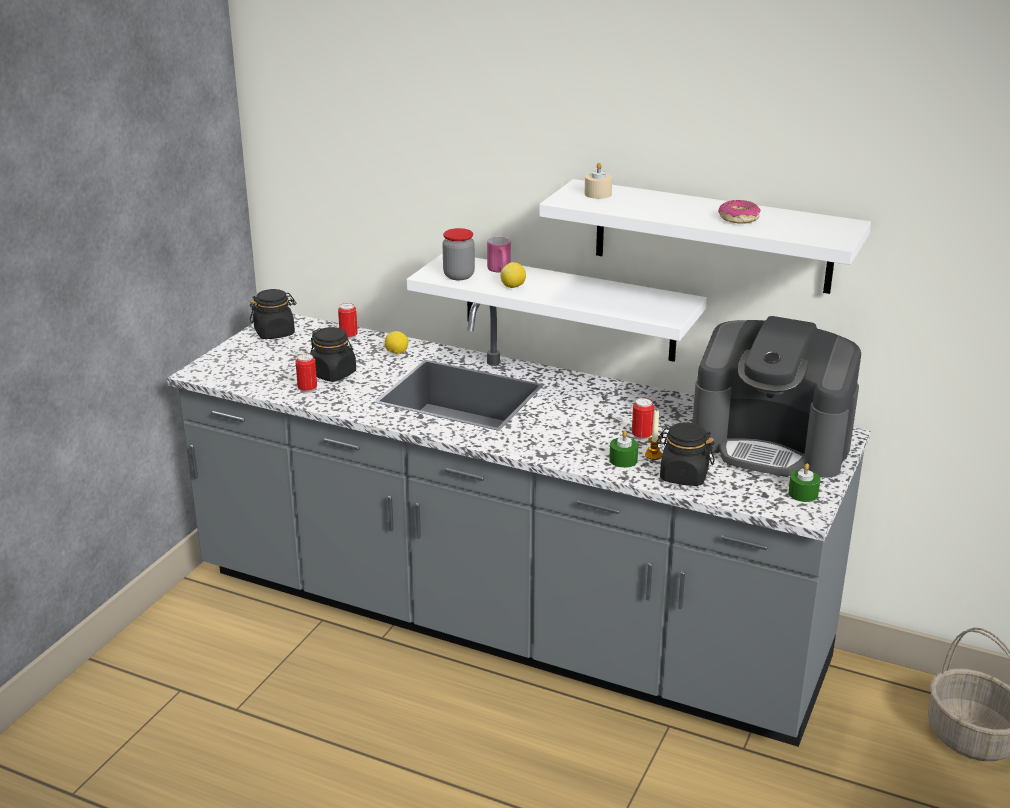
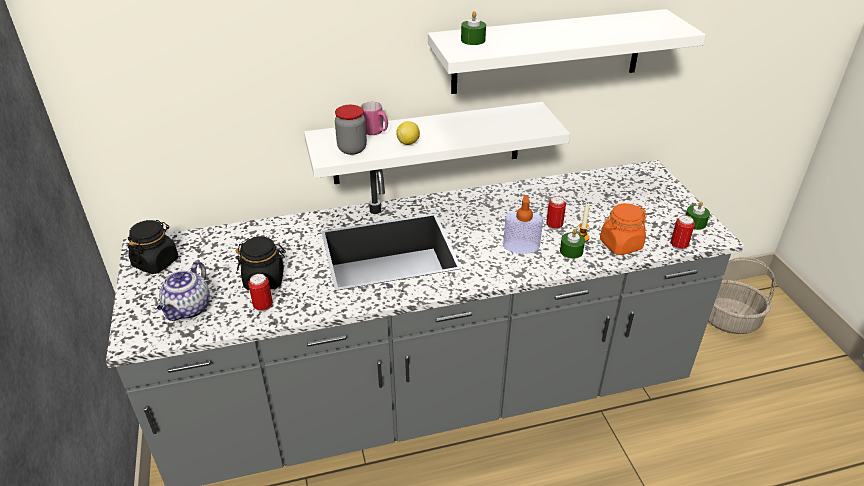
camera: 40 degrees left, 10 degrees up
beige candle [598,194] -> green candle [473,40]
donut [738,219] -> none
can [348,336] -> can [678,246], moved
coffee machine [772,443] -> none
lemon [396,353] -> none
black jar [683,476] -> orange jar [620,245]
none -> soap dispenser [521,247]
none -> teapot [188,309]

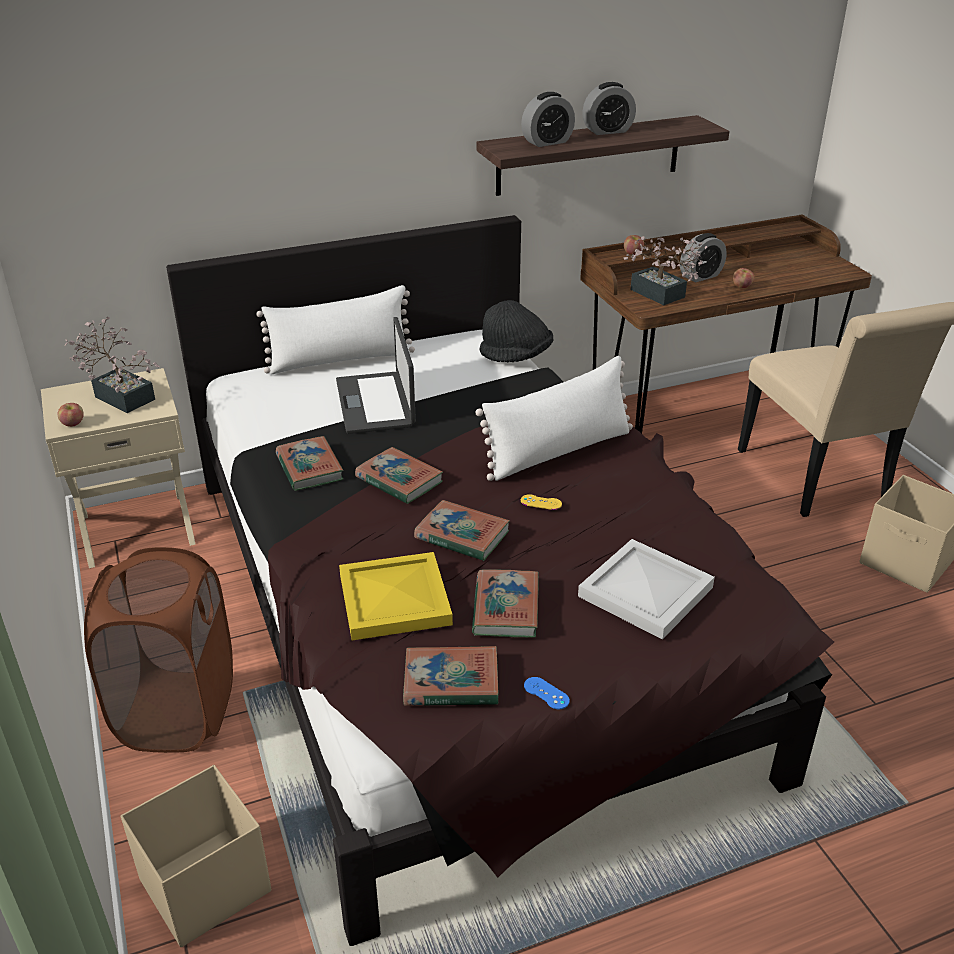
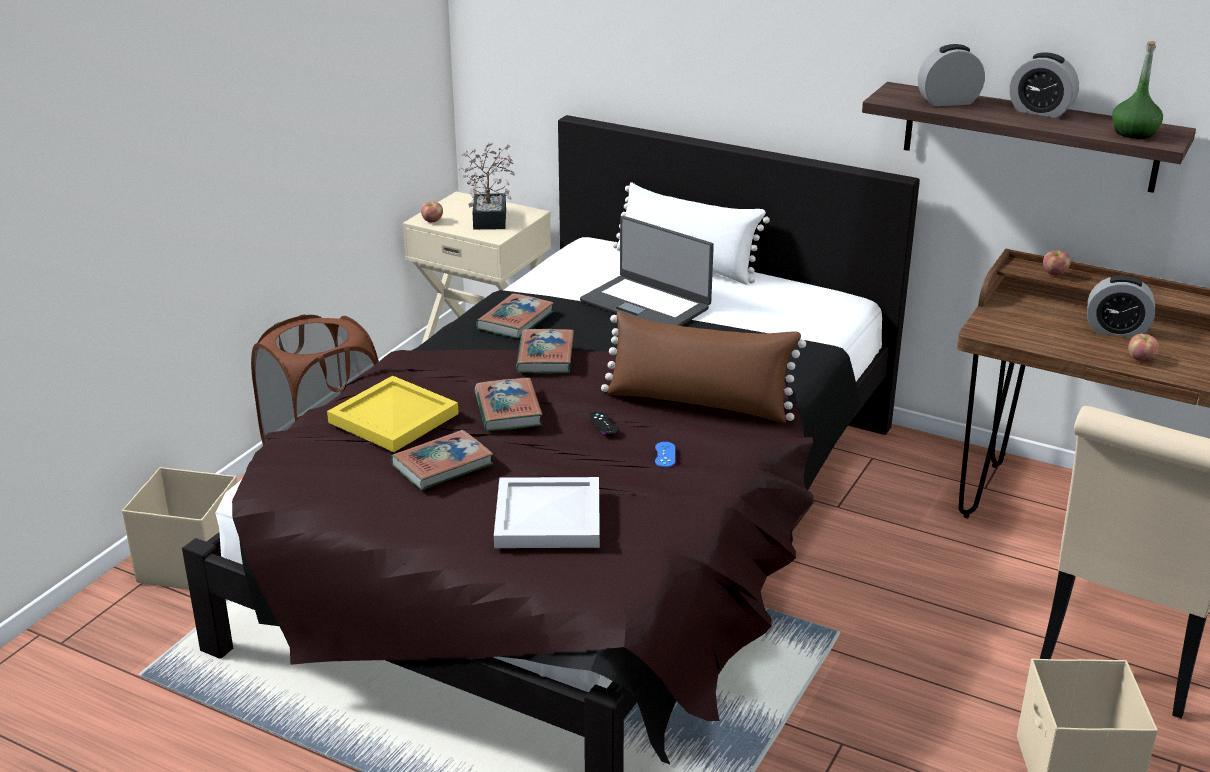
camera: 50 degrees right, 5 degrees down
alarm clock [547,142] -> alarm clock [948,102], 150 degrees clockwise
potted plant [661,296] -> none
black hat [516,356] -> none
laptop [376,403] -> laptop [646,304], 90 degrees counterclockwise
white pillow [558,451] -> brown pillow [698,403]
yellow game controller [541,502] -> black game controller [604,424]
book [451,682] -> none
blue game controller [546,693] -> blue game controller [665,455], moved
none -> green bottle [1134,133]

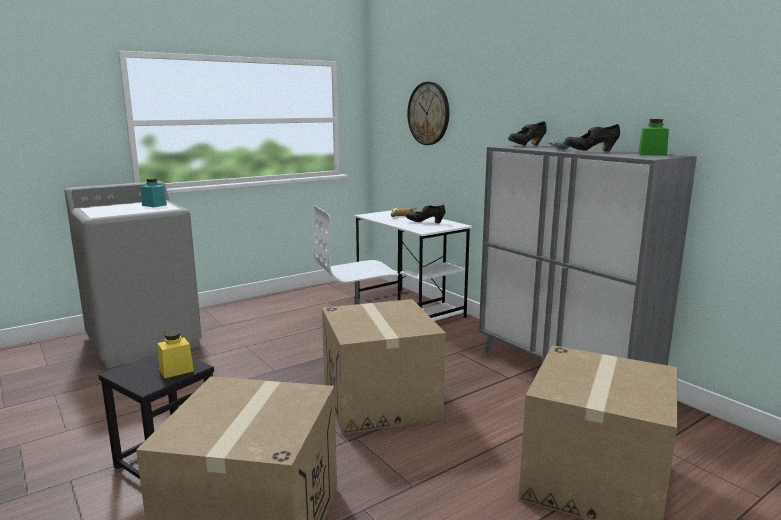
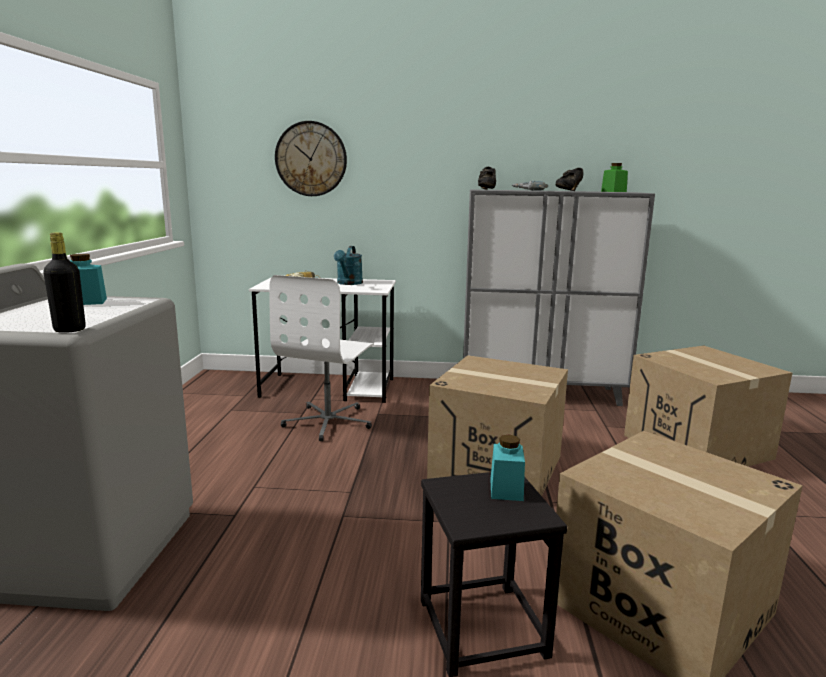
camera: 50 degrees left, 0 degrees up
black shoe [425,222] -> turquoise watering can [348,283]
yellow jar [176,370] -> turquoise jar [506,489]
none -> black bottle [69,330]

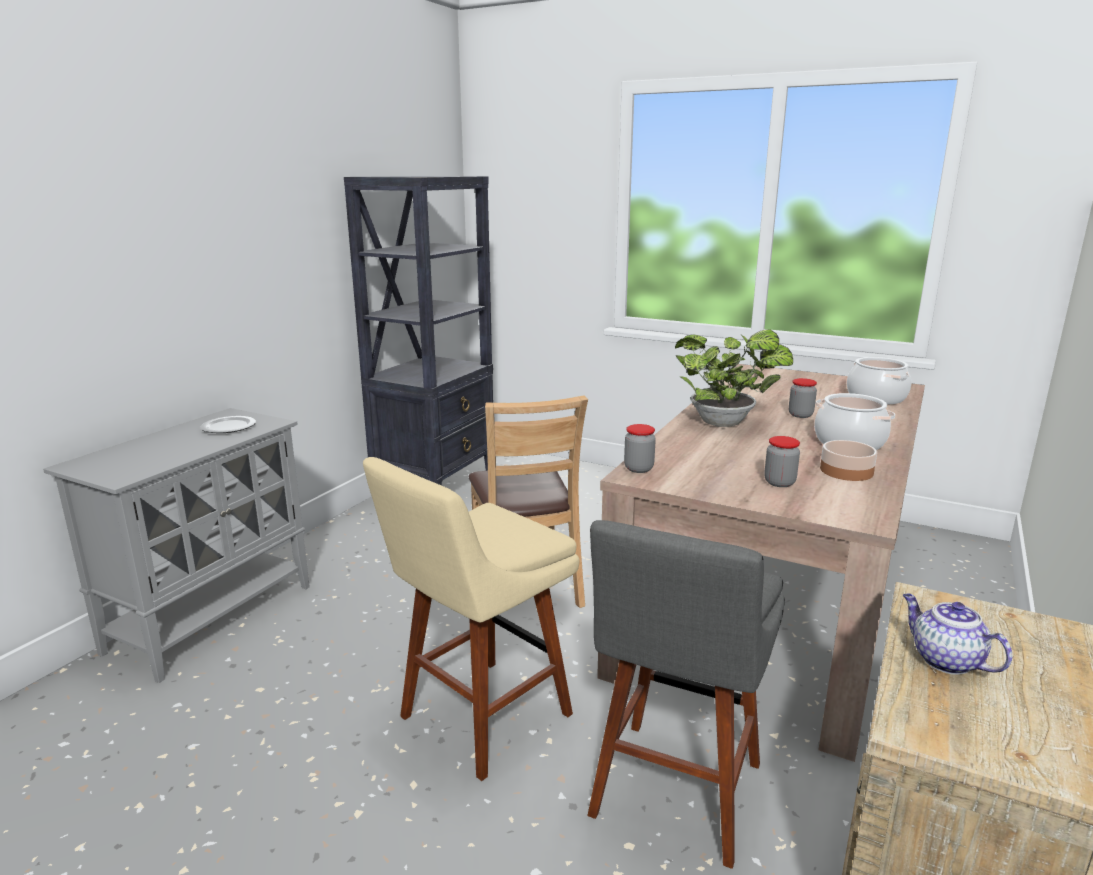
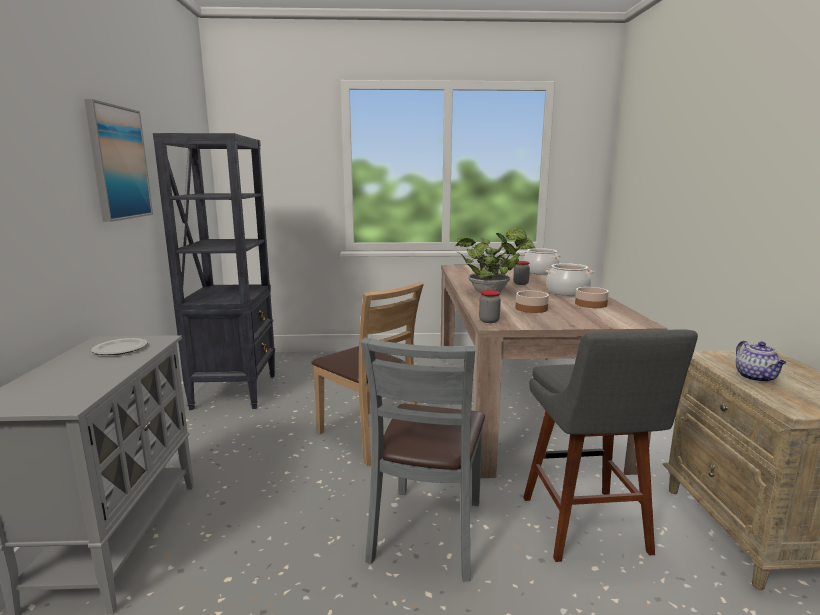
camera: 30 degrees left, 5 degrees down
jar [779,482] -> none
beige stool [479,720] -> grey chair [428,532]
teapot [944,660] -> teapot [757,377], 120 degrees counterclockwise
none -> picture [118,163]
none -> bowl [531,309]

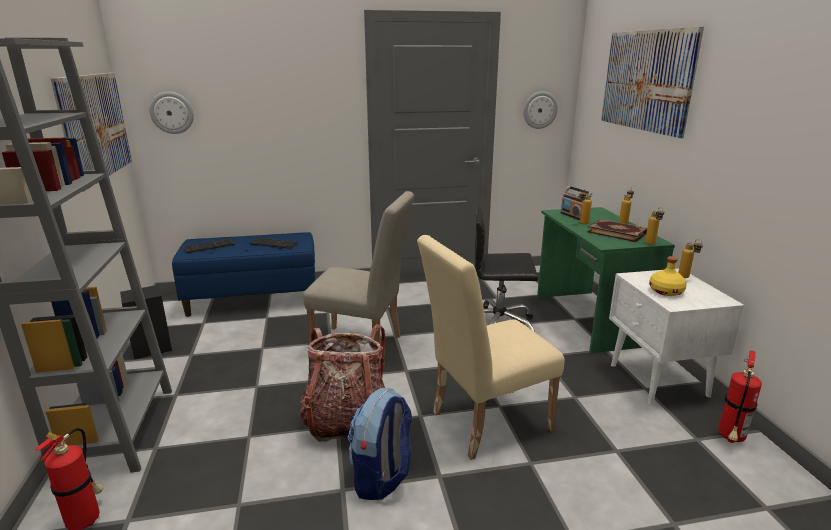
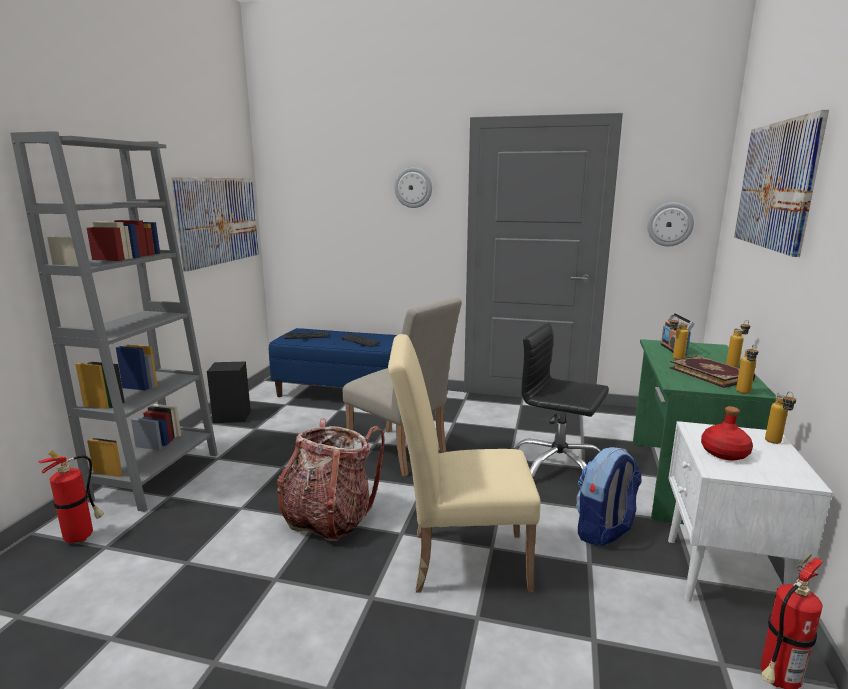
camera: 25 degrees right, 5 degrees down
wall clock [172,112] -> wall clock [413,187], moved
yellow bottle [666,291] -> red bottle [725,453]
backpack [382,477] -> backpack [604,531], moved

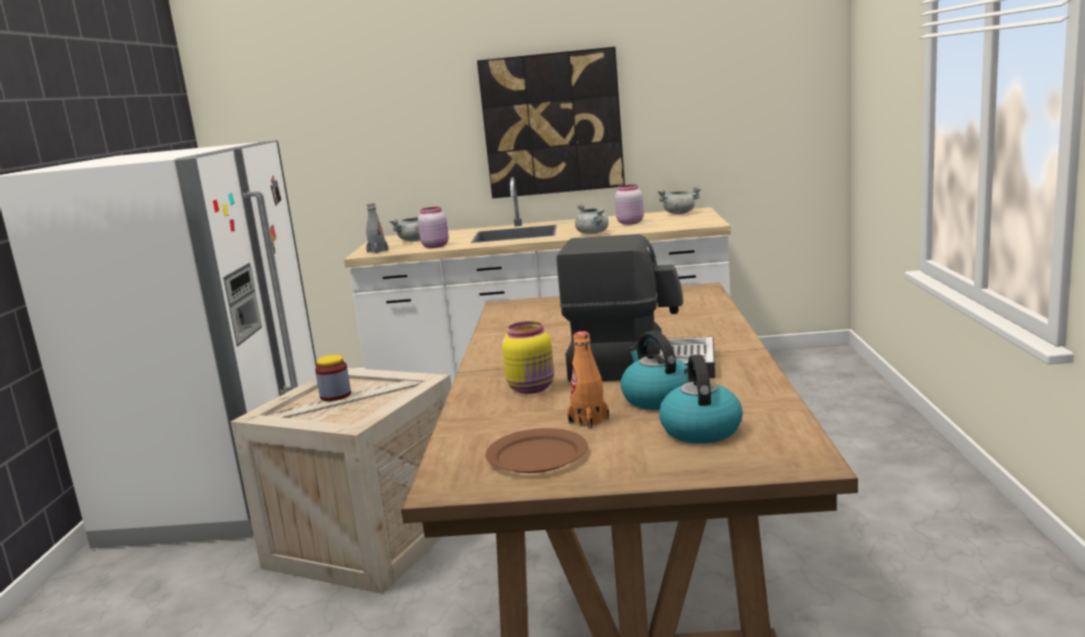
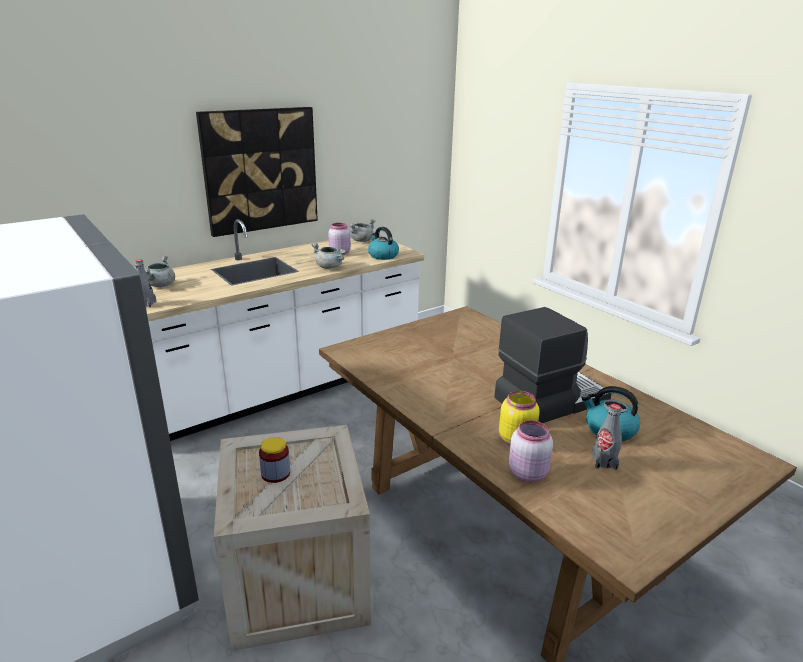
camera: 40 degrees left, 10 degrees up
pink jar [436,246] -> pink jar [527,473], moved
orange bottle [588,420] -> grey bottle [604,462]
kettle [700,430] -> kettle [382,255], moved
brown plate [536,456] -> none

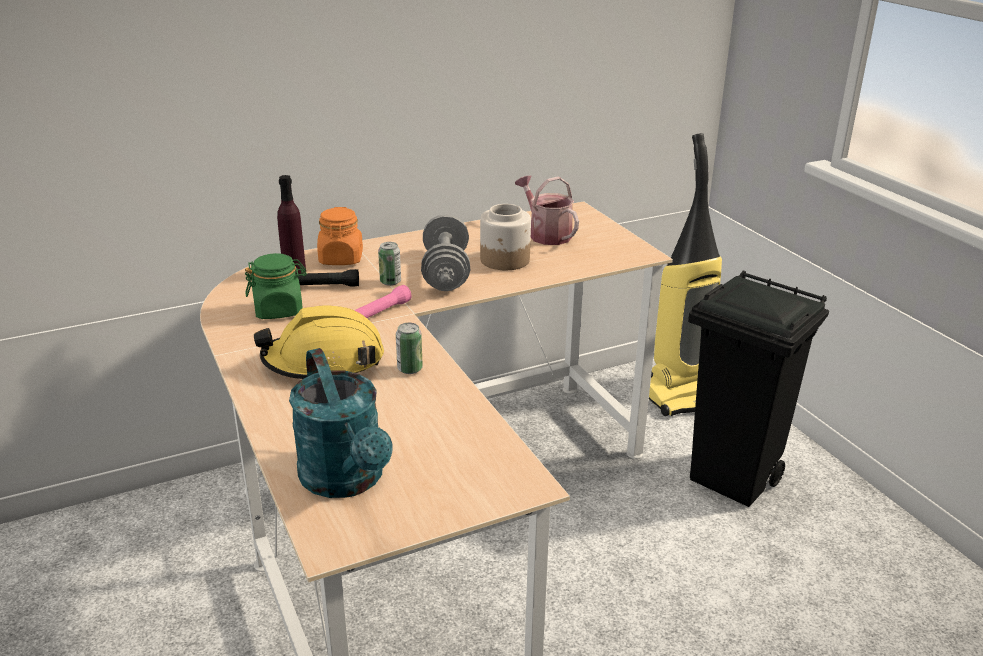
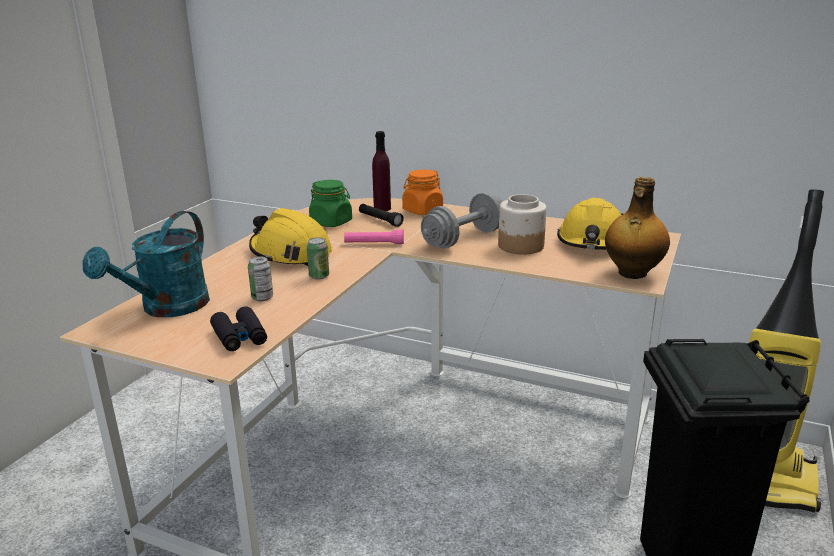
camera: 50 degrees right, 5 degrees down
watering can [546,234] -> yellow hard hat [592,242]
can [390,282] -> can [262,297], moved
none -> bottle [632,273]
none -> black binoculars [240,337]

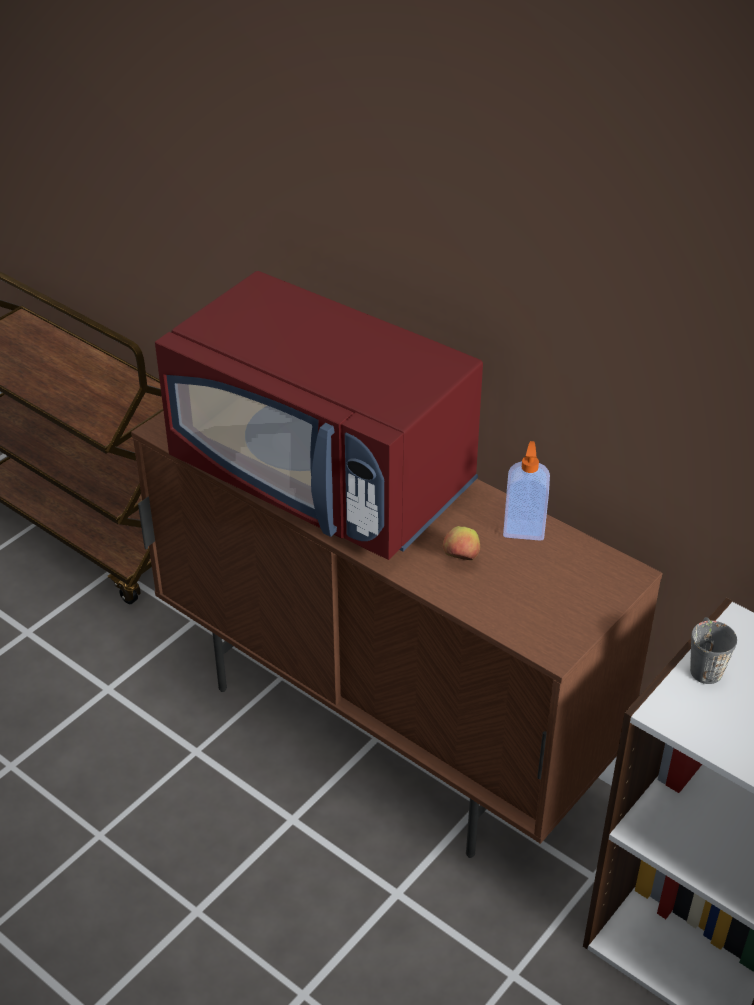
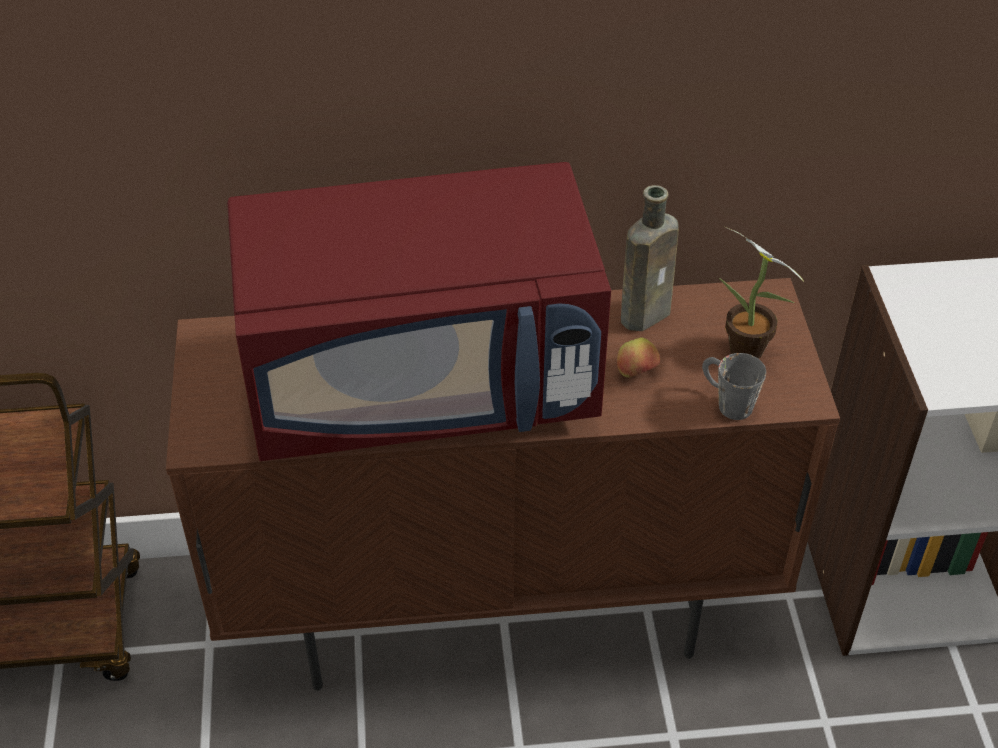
camera: 45 degrees left, 5 degrees up
soap dispenser [524,528] -> brown bottle [648,312]
grey mug [703,664] -> grey mug [726,402], moved
none -> potted plant [750,354]

